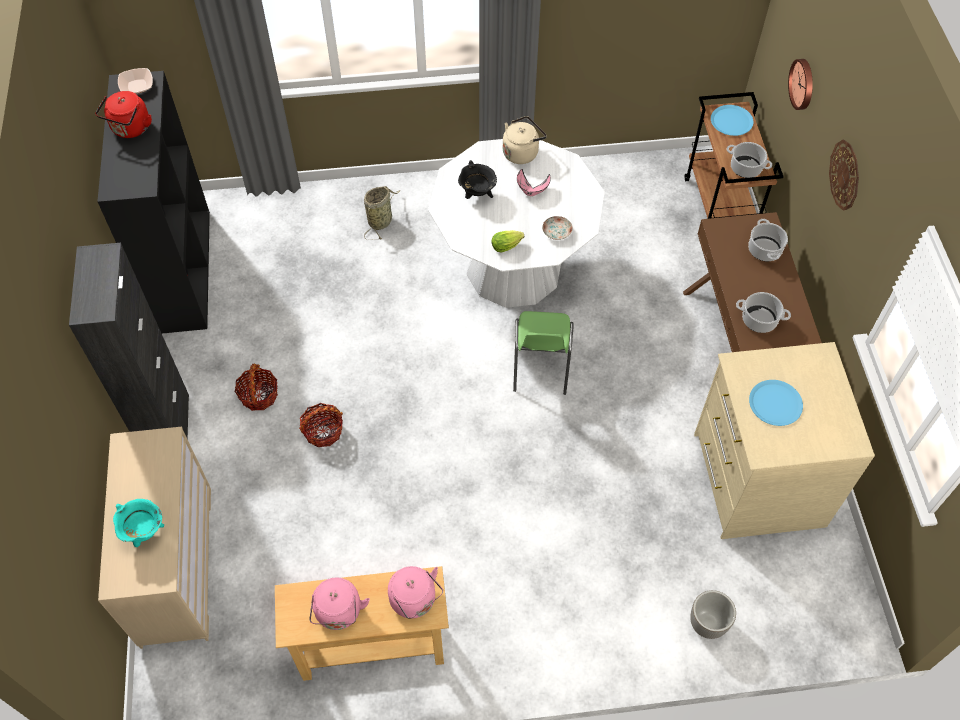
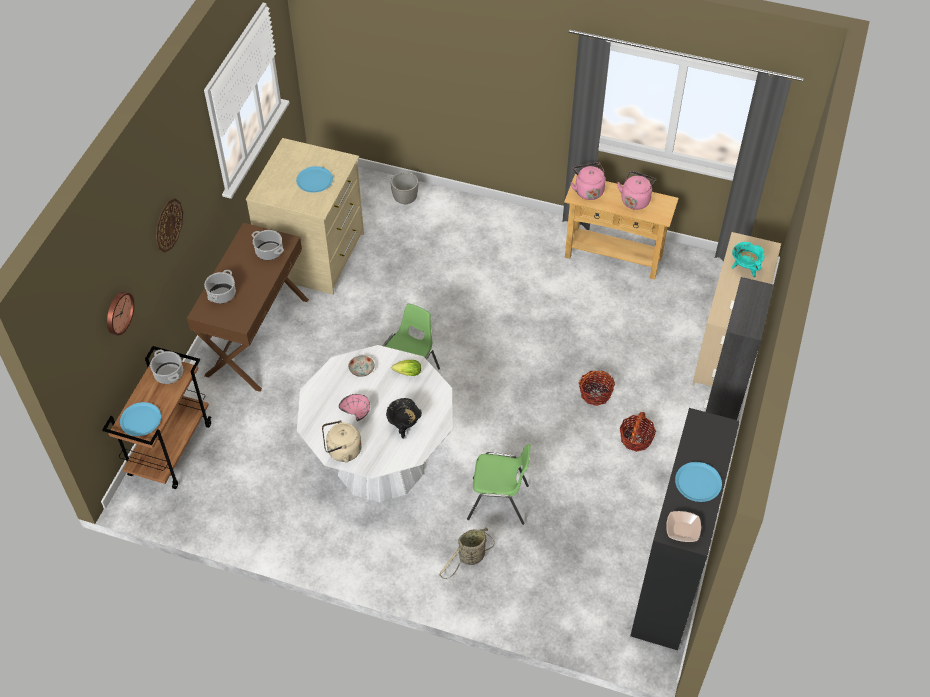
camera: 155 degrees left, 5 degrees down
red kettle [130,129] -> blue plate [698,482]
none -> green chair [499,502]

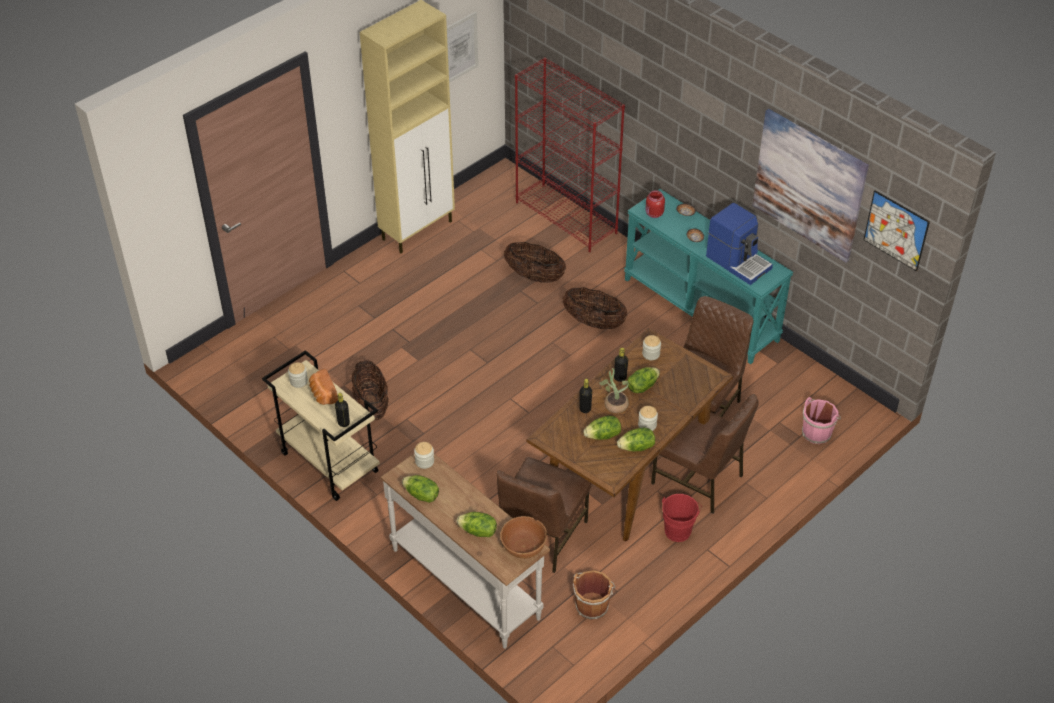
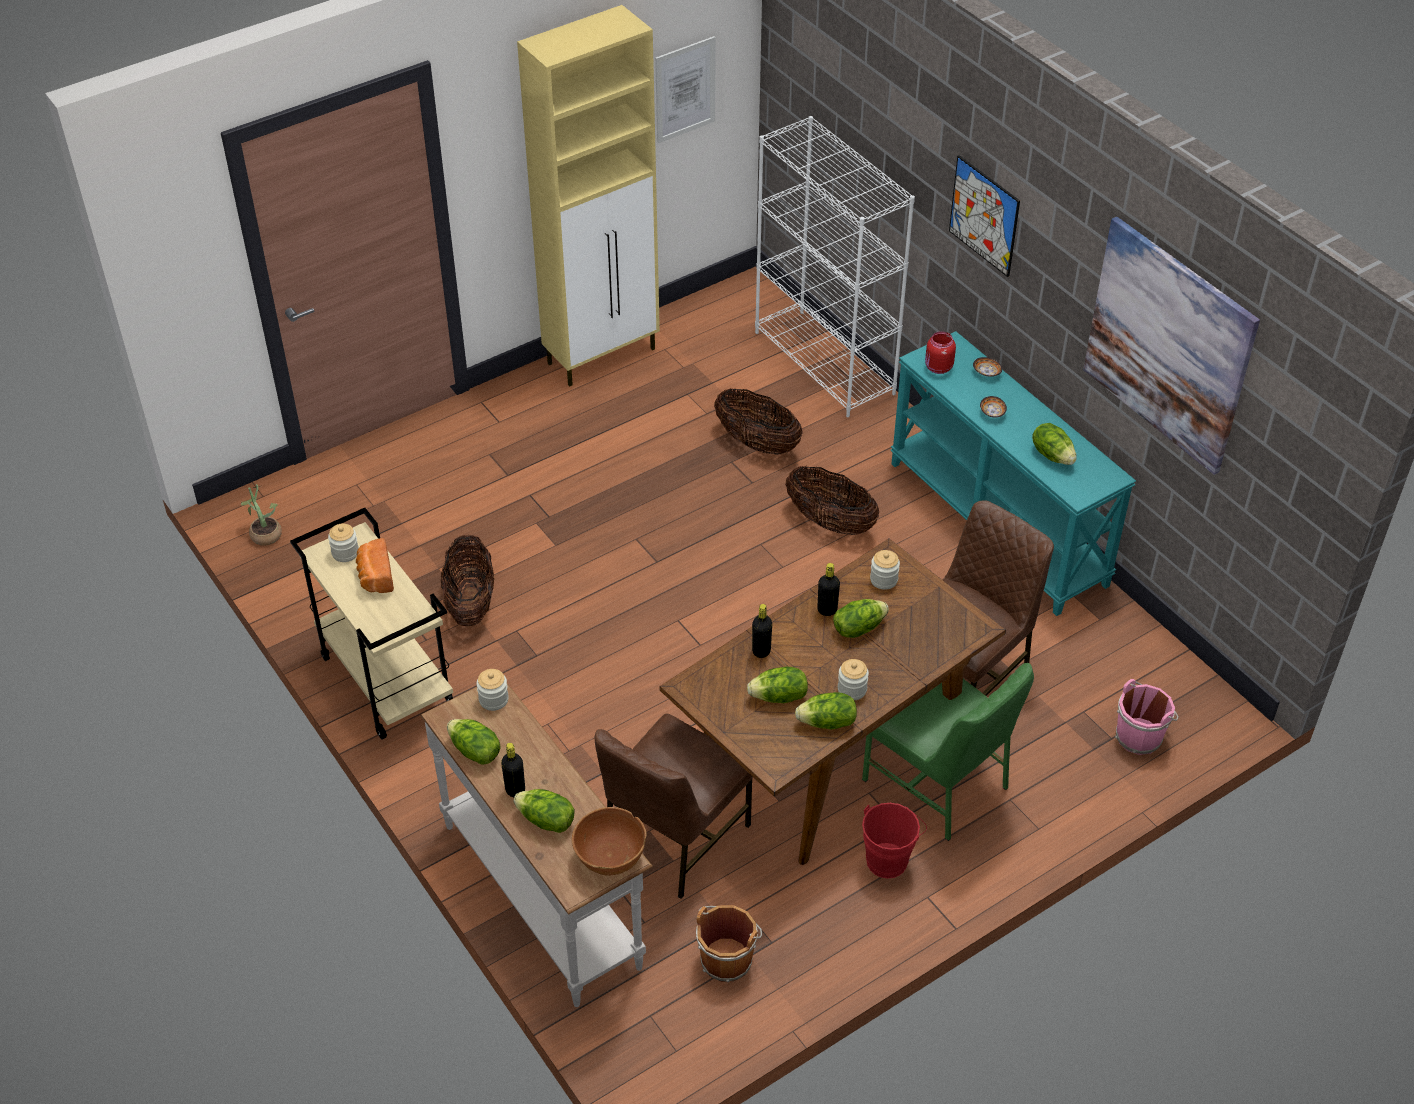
camera: 10 degrees right, 0 degrees up
red bookcase [566,218] -> white bookcase [825,363]
picture [896,230] -> picture [984,215], moved
coffee machine [738,261] -> lettuce [1053,455]
potted plant [614,403] -> potted plant [264,533], moved
black bottle [343,423] -> black bottle [515,790], moved
brown chair [699,479] -> green chair [938,784]

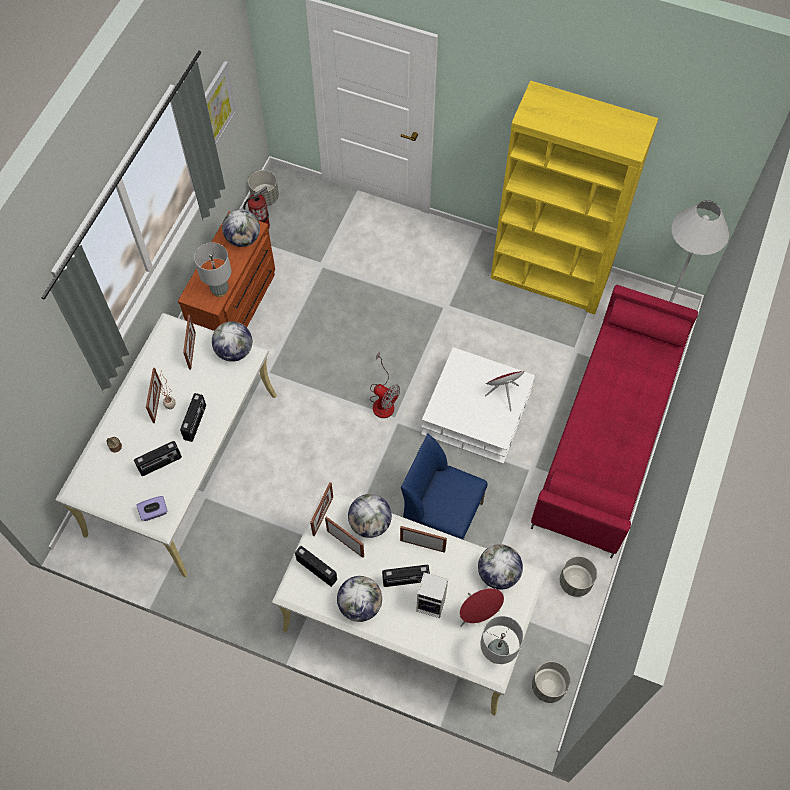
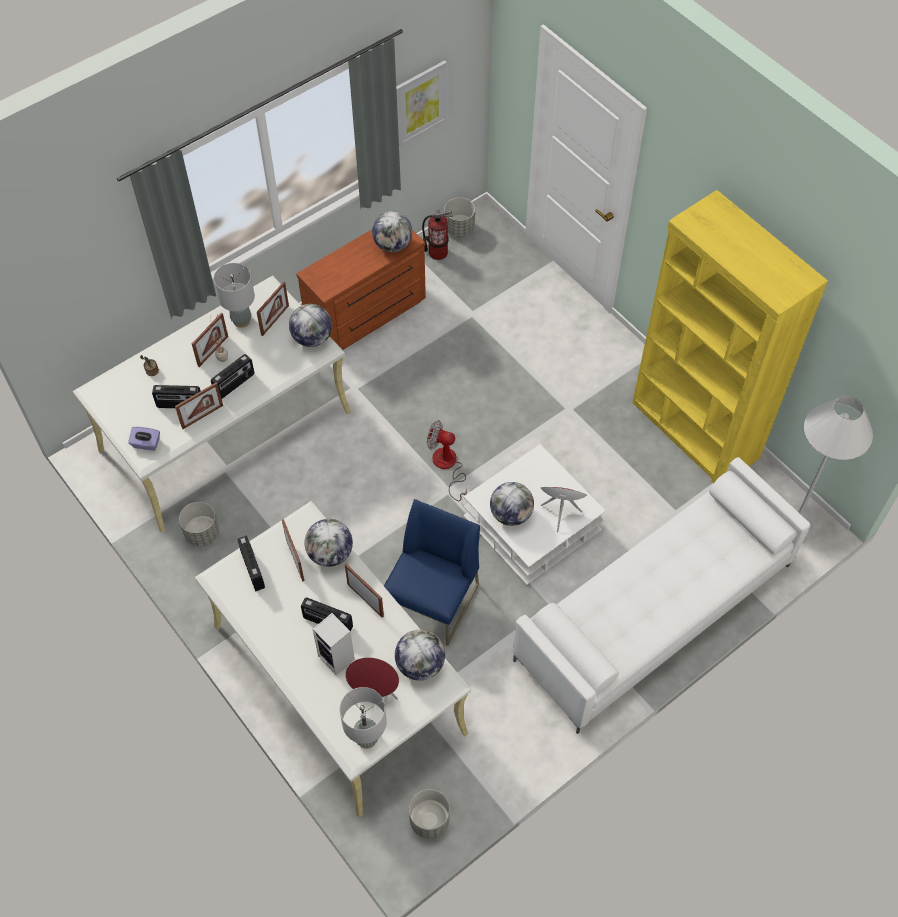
camera: 30 degrees right, 5 degrees down
grey table lamp [219,290] -> grey table lamp [241,320], moved
red sofa [608,436] -> white sofa [653,613]
fan [382,400] -> fan [447,466], 135 degrees clockwise
blue chair [441,516] -> blue chair [432,602], 60 degrees clockwise
picture frame [323,516] -> picture frame [202,416], moved
grey planter [575,582] -> grey planter [202,533], moved
globe [360,605] -> globe [511,514], moved

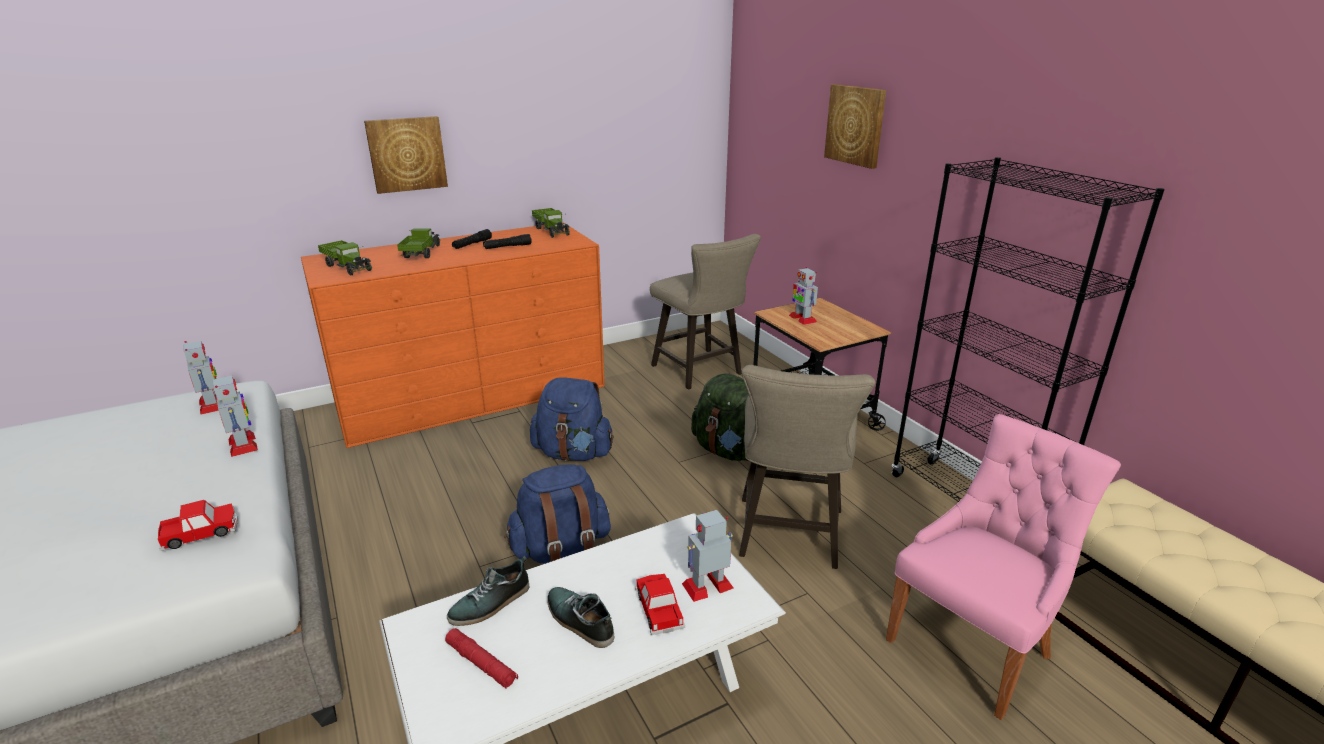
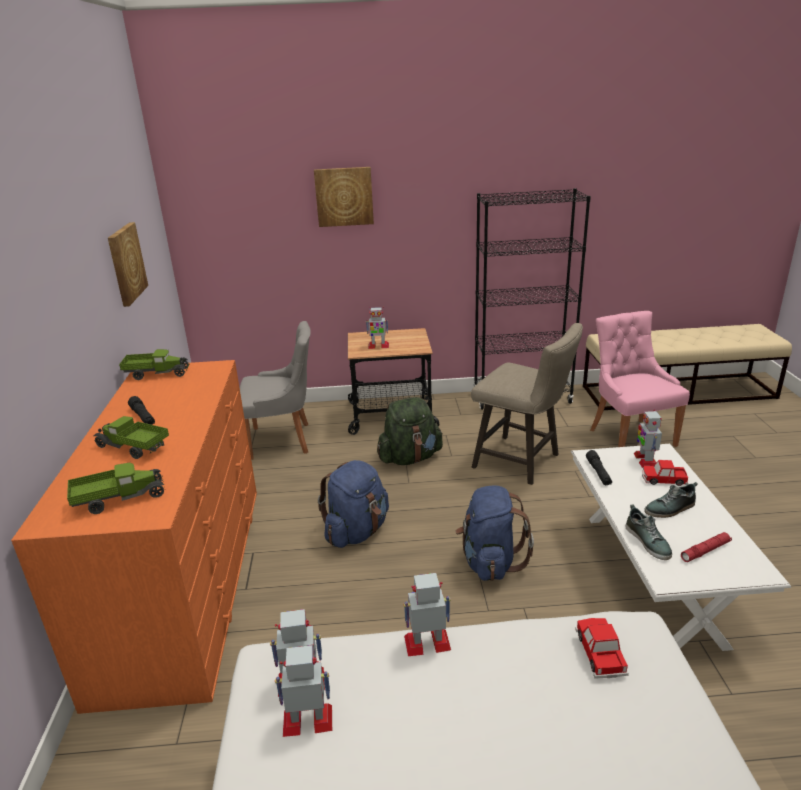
camera: 65 degrees left, 0 degrees up
picture [407,154] -> picture [126,263], moved
black flashlight [507,247] -> black flashlight [598,473], moved
beige stool [701,372] -> grey chair [283,440]
none -> toy robot [308,720]

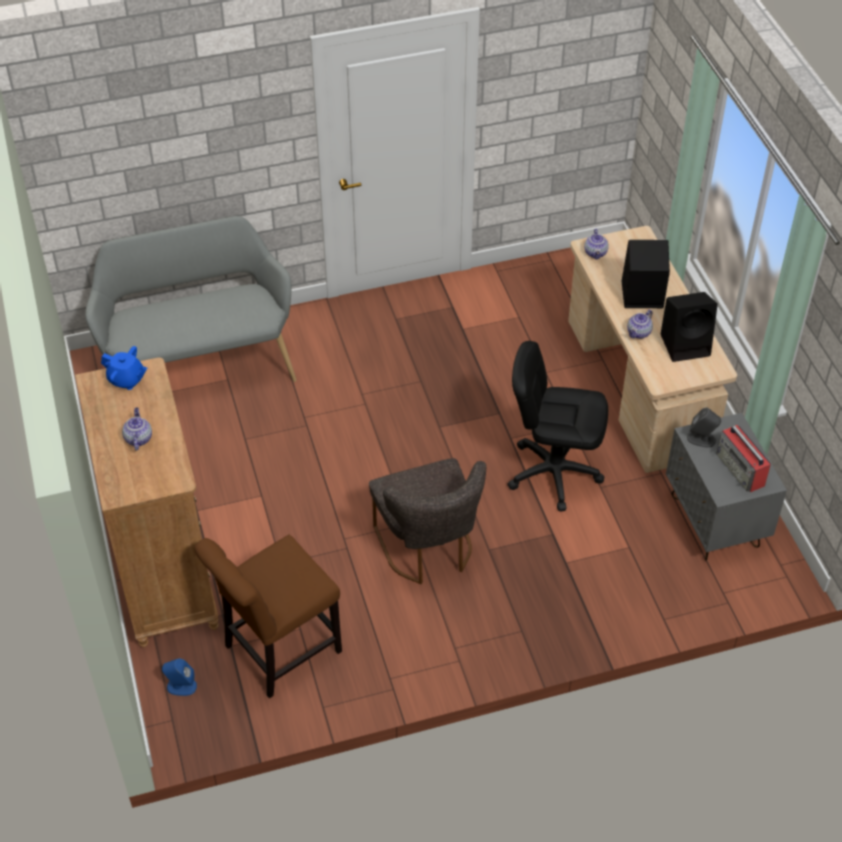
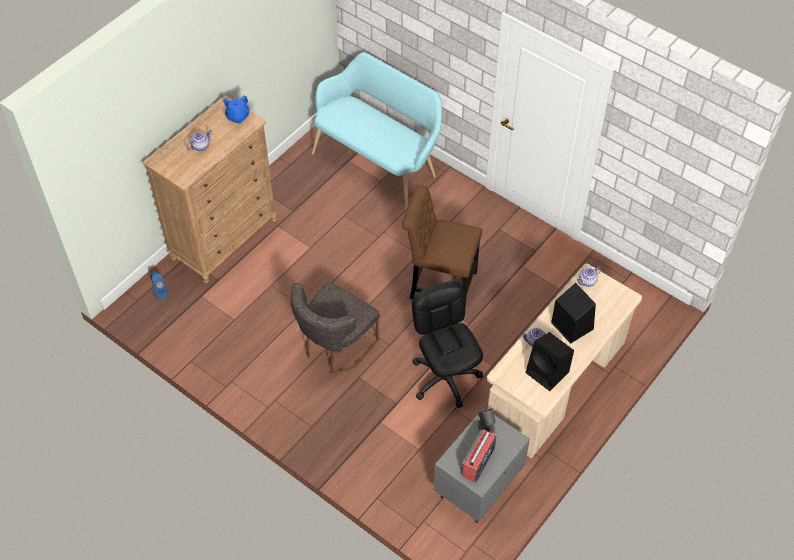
camera: 55 degrees right, 5 degrees up
grey bench [199,367] -> turquoise bench [379,163]
blue teapot [127,380] -> blue teapot [237,117], 45 degrees clockwise
brown chair [277,651] -> brown chair [439,284], moved

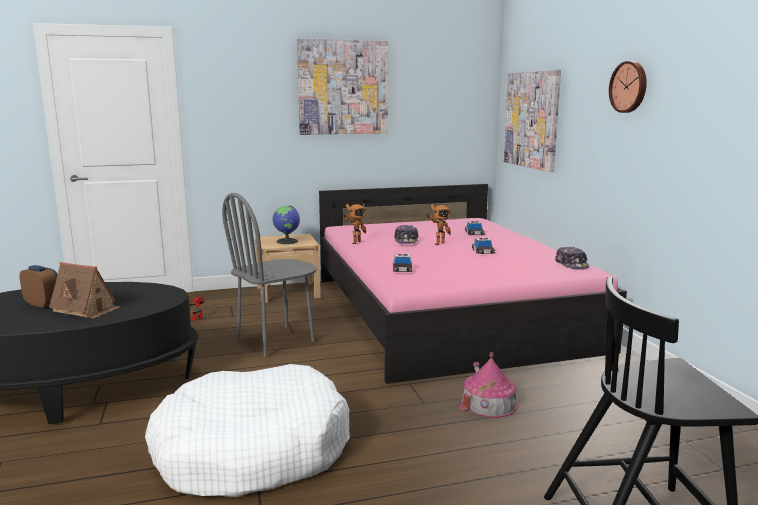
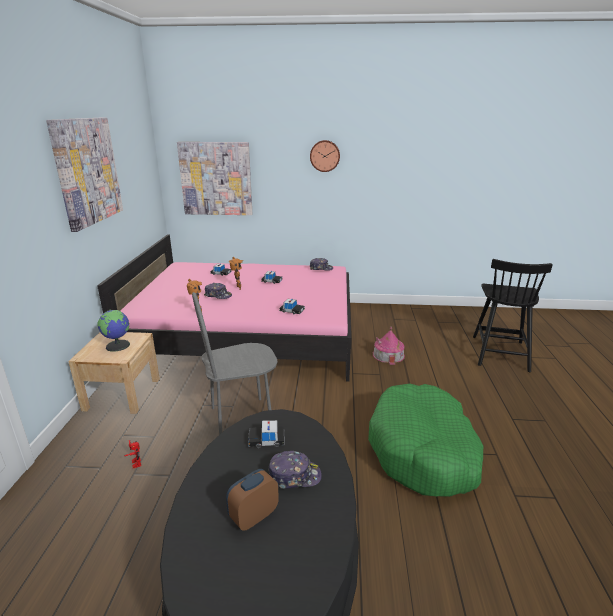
camera: 70 degrees left, 10 degrees up
grey chair [276,340] -> grey chair [241,417], 90 degrees clockwise
toy house [86,309] -> cap [294,476]
white dog bed [252,451] -> green dog bed [423,450]
none -> toy car [266,439]

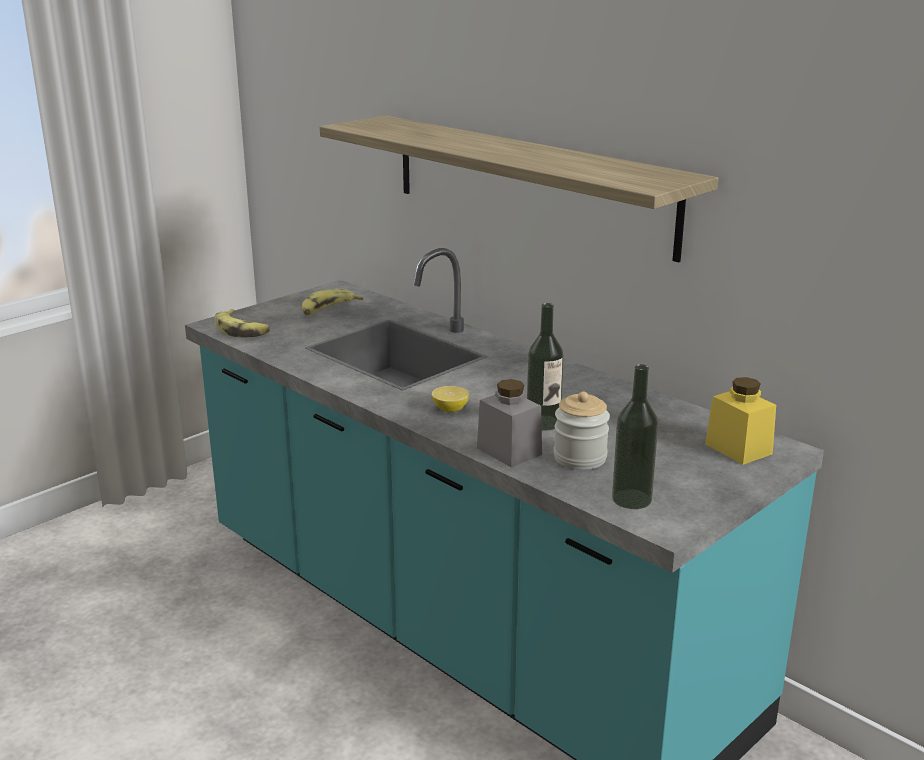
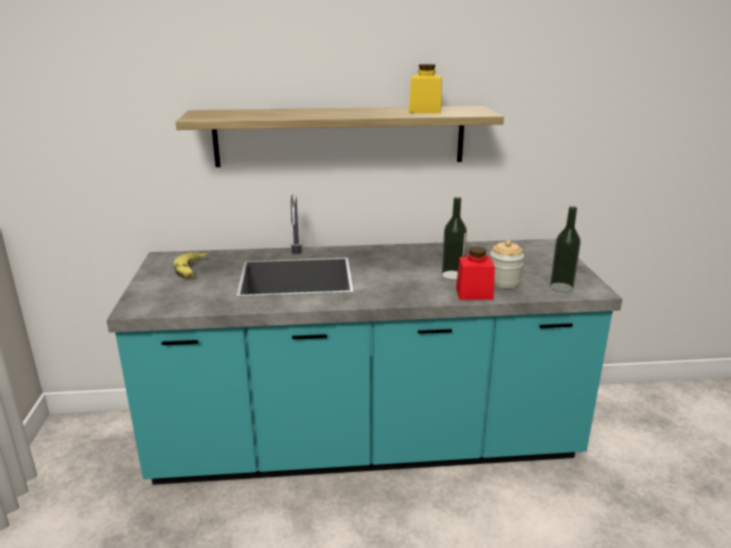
camera: 50 degrees left, 0 degrees up
banana [242,330] -> none
yellow jar [738,449] -> yellow jar [425,111], moved
grey jar [509,451] -> red jar [474,293]
lemon [450,409] -> none

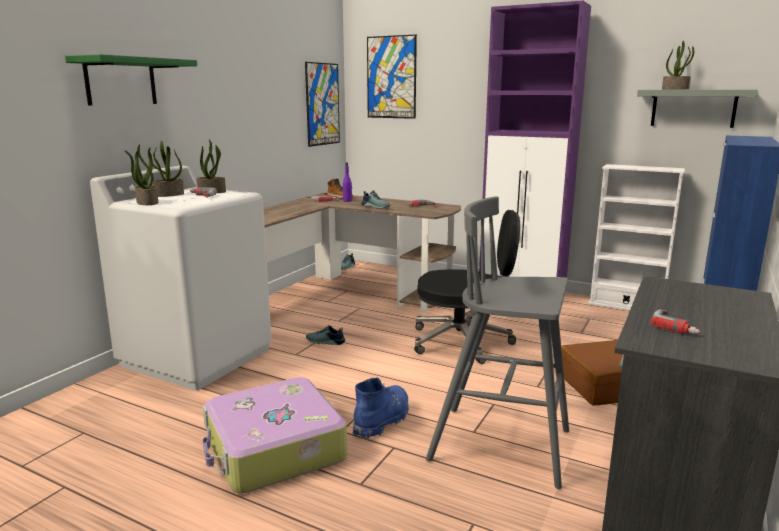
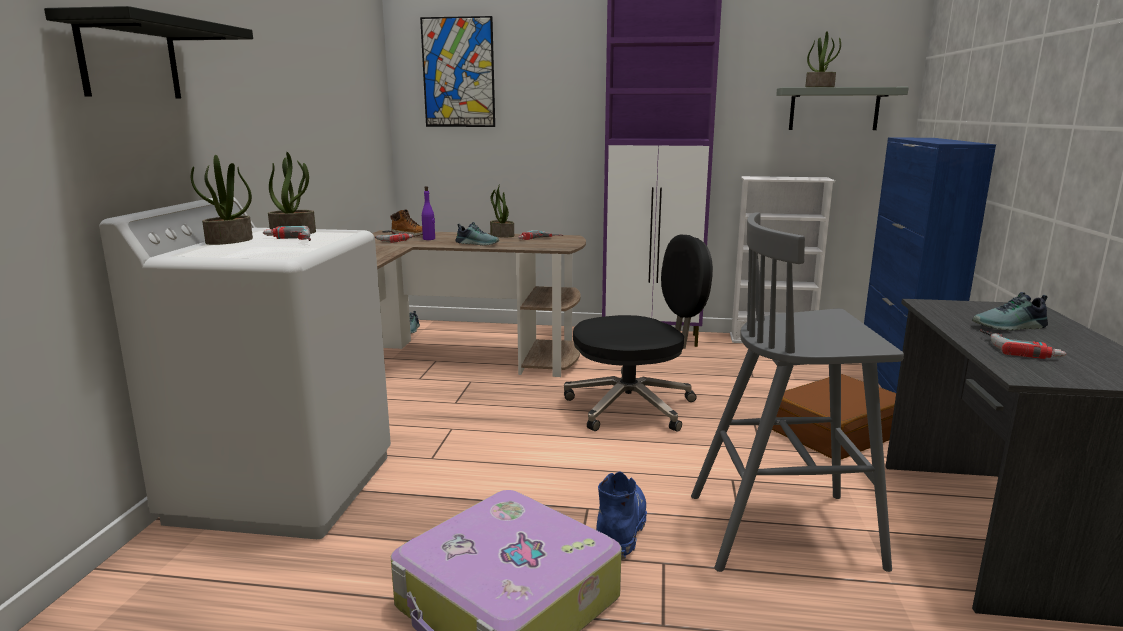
camera: 20 degrees left, 0 degrees up
green shelf [121,81] -> black shelf [129,59]
picture [322,104] -> none
potted plant [146,202] -> potted plant [501,235], moved
shoe [325,342] -> shoe [1011,327], moved

